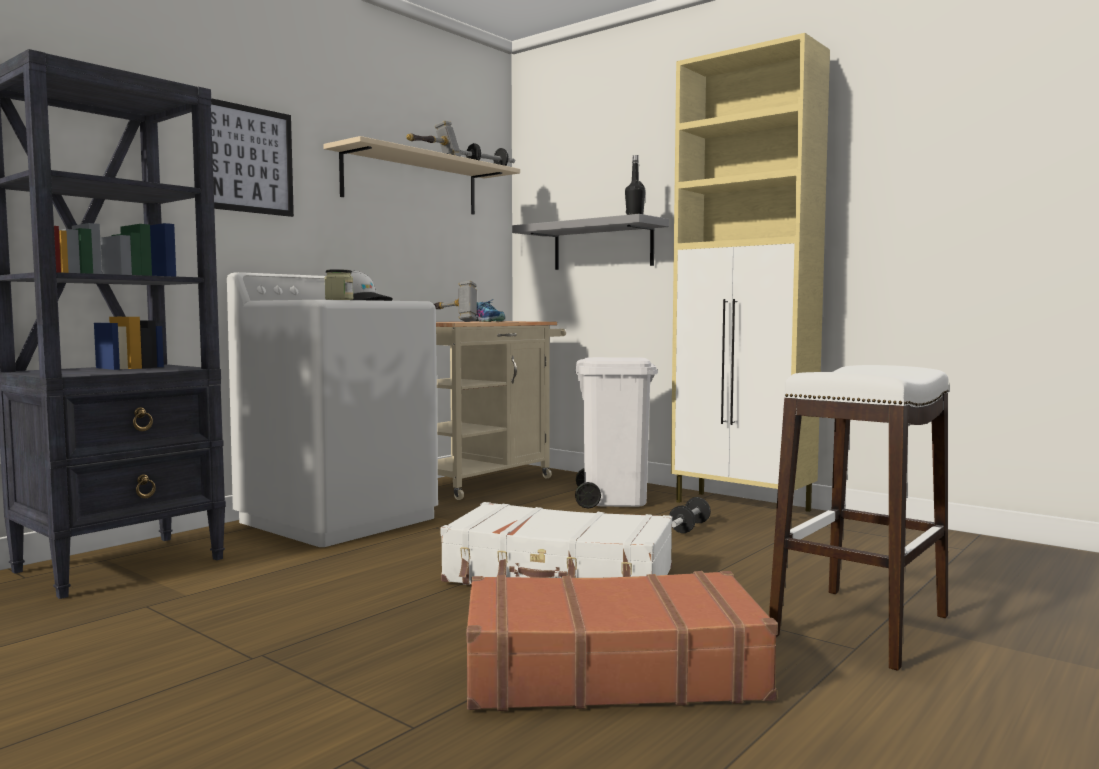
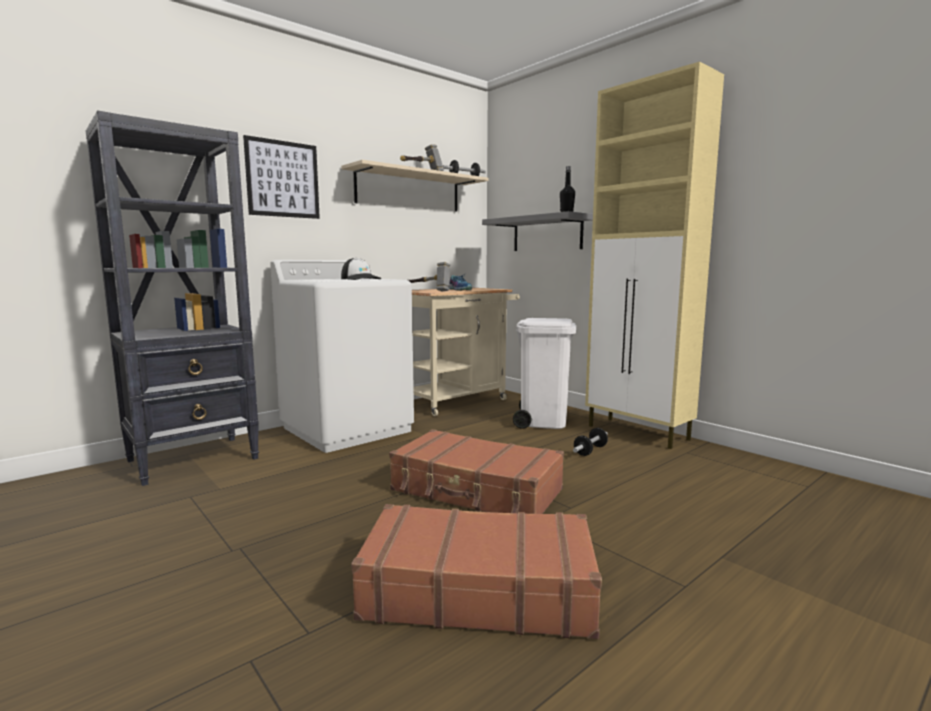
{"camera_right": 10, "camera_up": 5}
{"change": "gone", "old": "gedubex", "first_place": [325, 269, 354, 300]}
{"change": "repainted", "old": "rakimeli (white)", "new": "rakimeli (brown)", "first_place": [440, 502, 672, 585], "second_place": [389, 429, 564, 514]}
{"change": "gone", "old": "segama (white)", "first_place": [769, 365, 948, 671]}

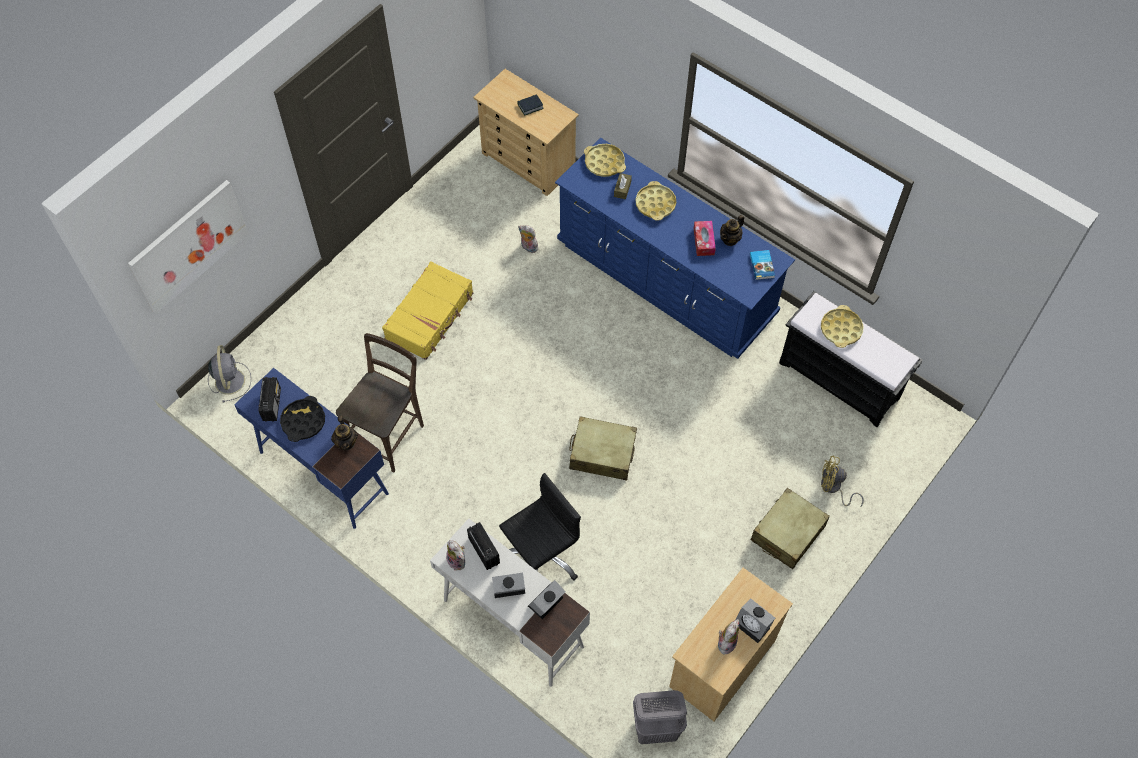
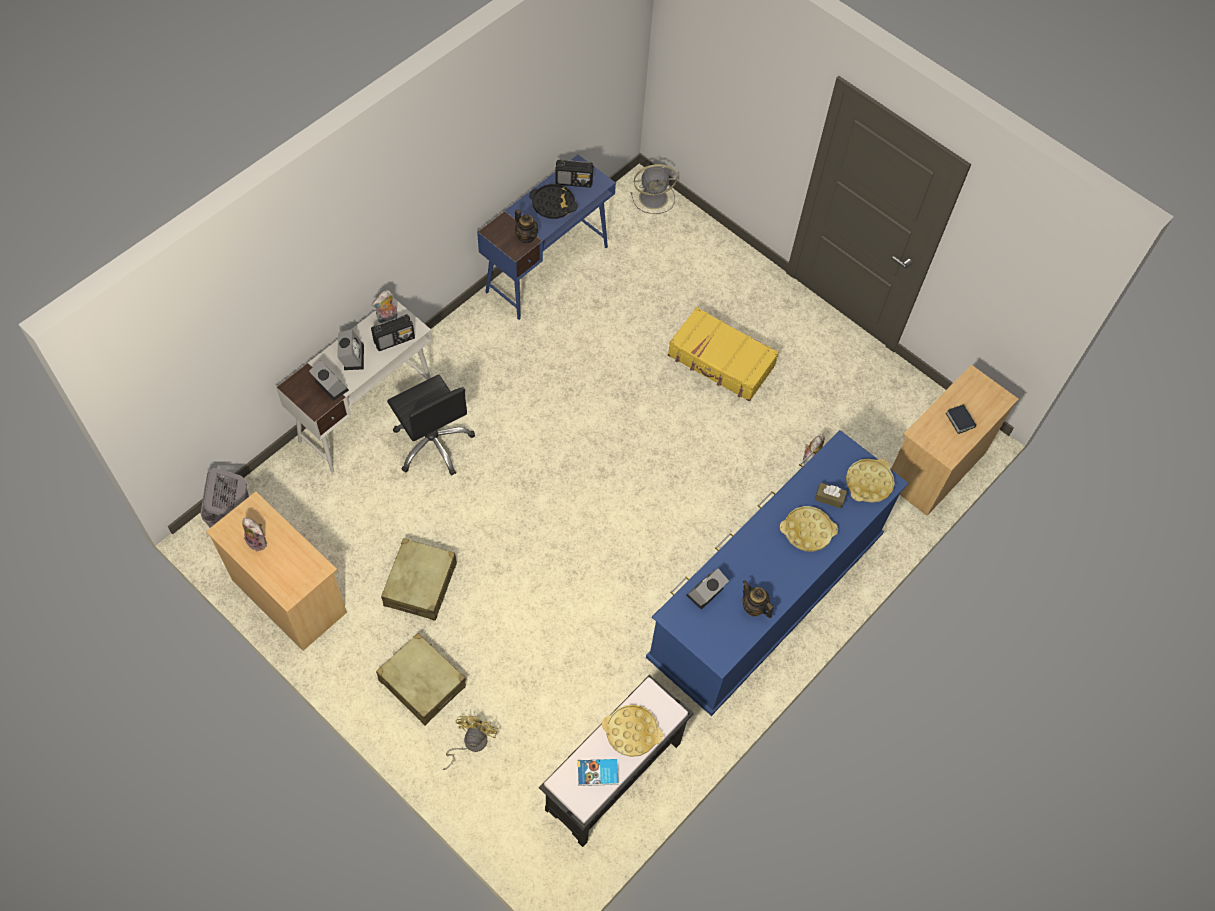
{"camera_right": 90, "camera_up": 0}
{"change": "gone", "old": "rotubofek", "first_place": [128, 180, 248, 314]}
{"change": "rotated", "old": "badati", "first_place": [331, 416, 358, 450], "second_place": [515, 209, 538, 243], "degrees": -120}
{"change": "gone", "old": "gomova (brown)", "first_place": [336, 333, 424, 473]}
{"change": "shifted", "old": "rakimeli (beige)", "first_place": [569, 416, 637, 480], "second_place": [381, 538, 457, 621]}
{"change": "gone", "old": "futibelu", "first_place": [693, 221, 716, 256]}
{"change": "shifted", "old": "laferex", "first_place": [735, 598, 775, 643], "second_place": [686, 569, 729, 610]}
{"change": "shifted", "old": "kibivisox", "first_place": [750, 250, 775, 280], "second_place": [578, 759, 618, 786]}

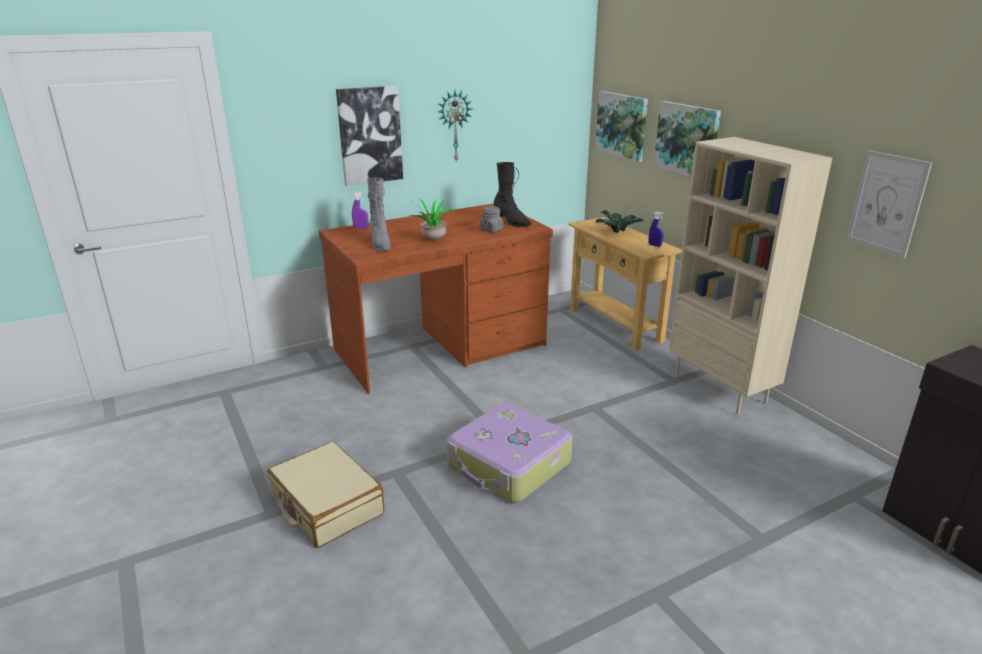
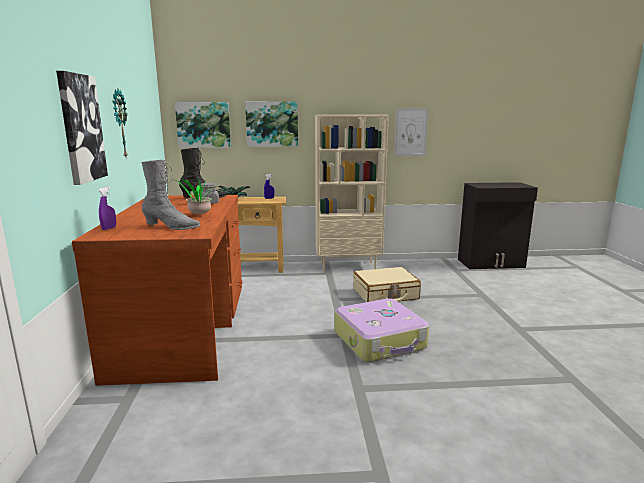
{"camera_right": -65, "camera_up": -10}
{"change": "shifted", "old": "rakimeli (beige)", "first_place": [267, 441, 384, 548], "second_place": [353, 267, 421, 302]}

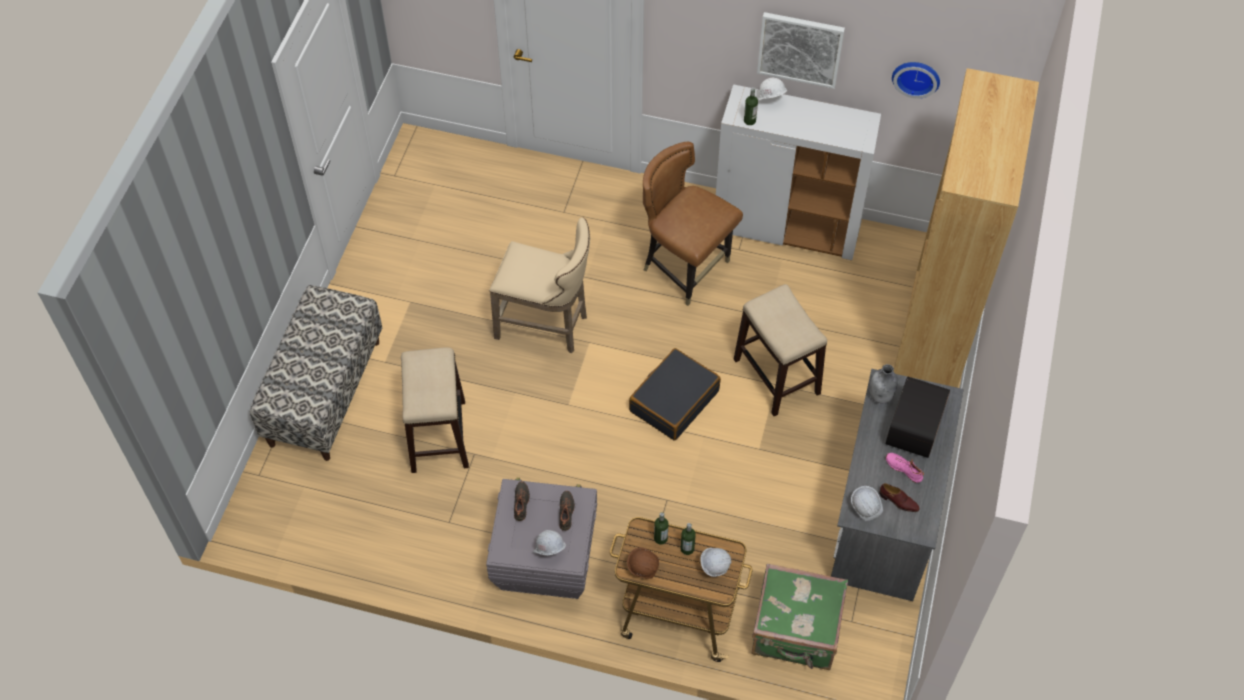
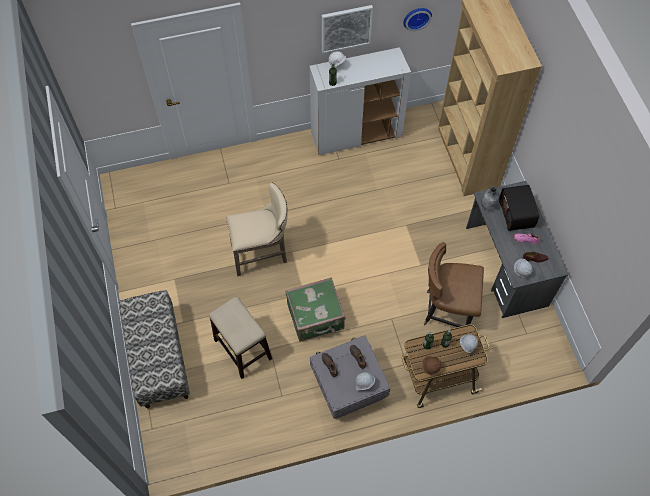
{"camera_right": -30, "camera_up": 5}
{"change": "gone", "old": "rakimeli (black)", "first_place": [629, 348, 721, 441]}
{"change": "shifted", "old": "gomova (brown)", "first_place": [643, 142, 743, 306], "second_place": [424, 242, 484, 327]}
{"change": "gone", "old": "segama", "first_place": [734, 284, 827, 416]}
{"change": "shifted", "old": "rakimeli (green)", "first_place": [751, 564, 848, 670], "second_place": [285, 277, 345, 342]}

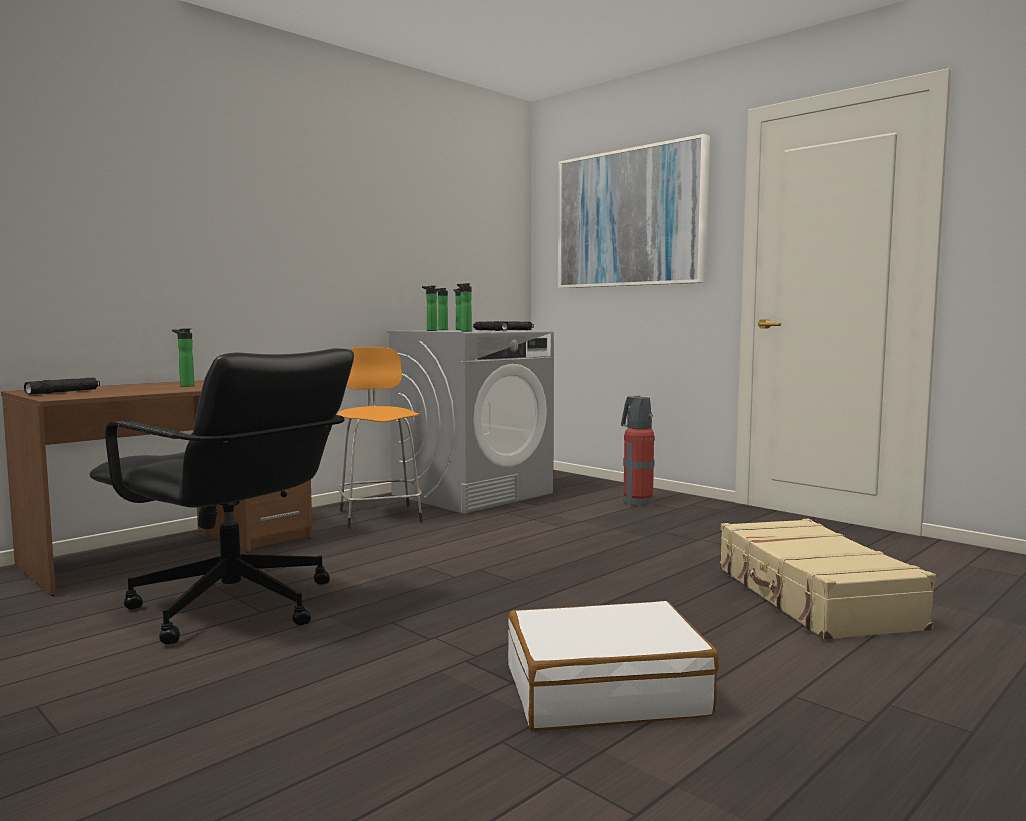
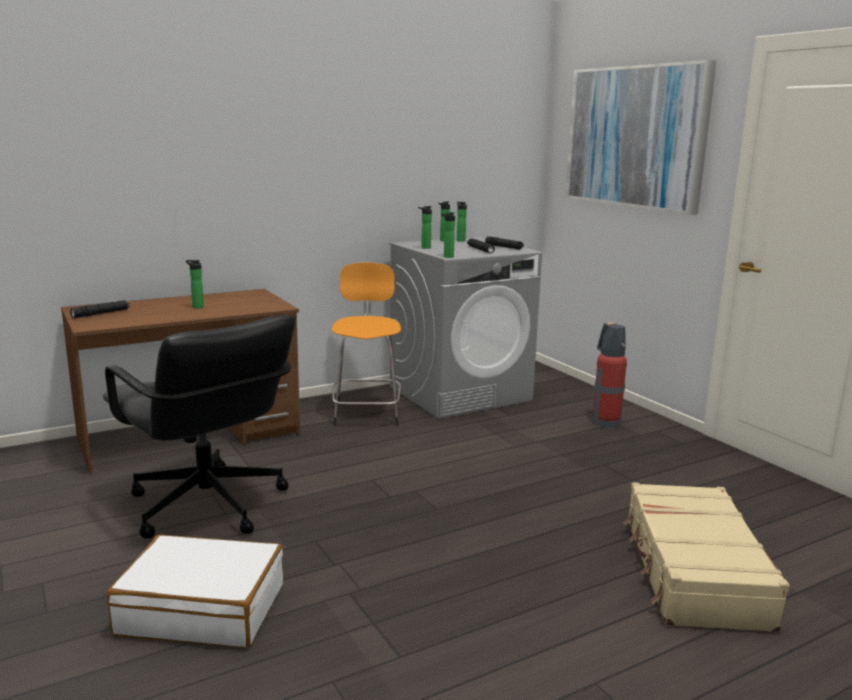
{"camera_right": 15, "camera_up": 10}
{"change": "shifted", "old": "rakimeli (white)", "first_place": [508, 601, 719, 731], "second_place": [107, 535, 283, 648]}

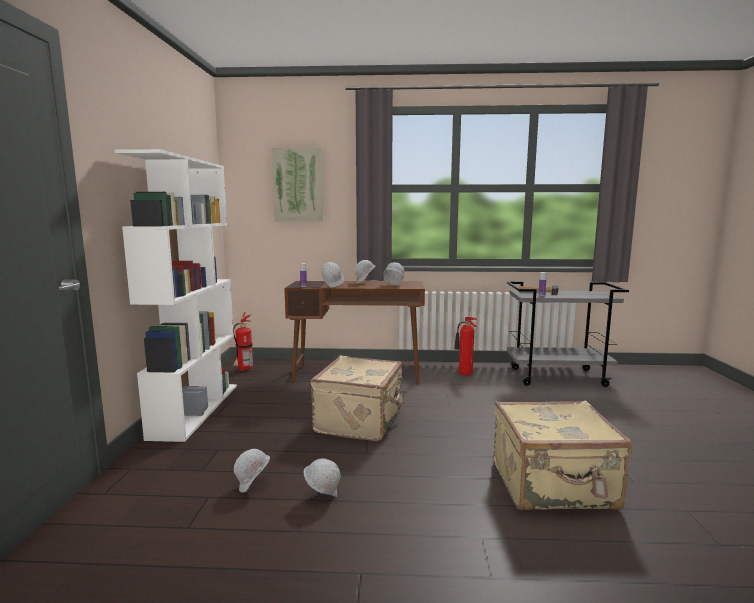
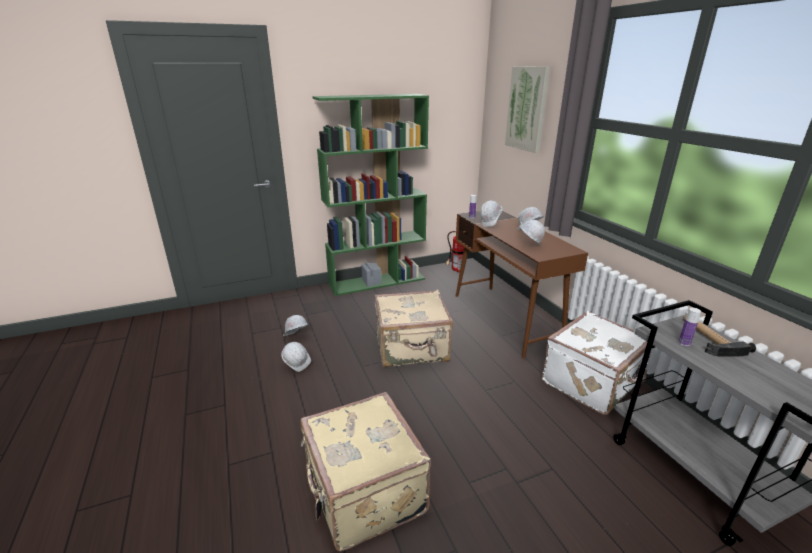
{"camera_right": 65, "camera_up": 15}
{"change": "repainted", "old": "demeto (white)", "new": "demeto (green)", "first_place": [114, 149, 237, 442], "second_place": [312, 94, 429, 296]}
{"change": "swapped", "old": "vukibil", "new": "rakimeli (white)", "first_place": [454, 317, 477, 375], "second_place": [542, 311, 650, 415]}

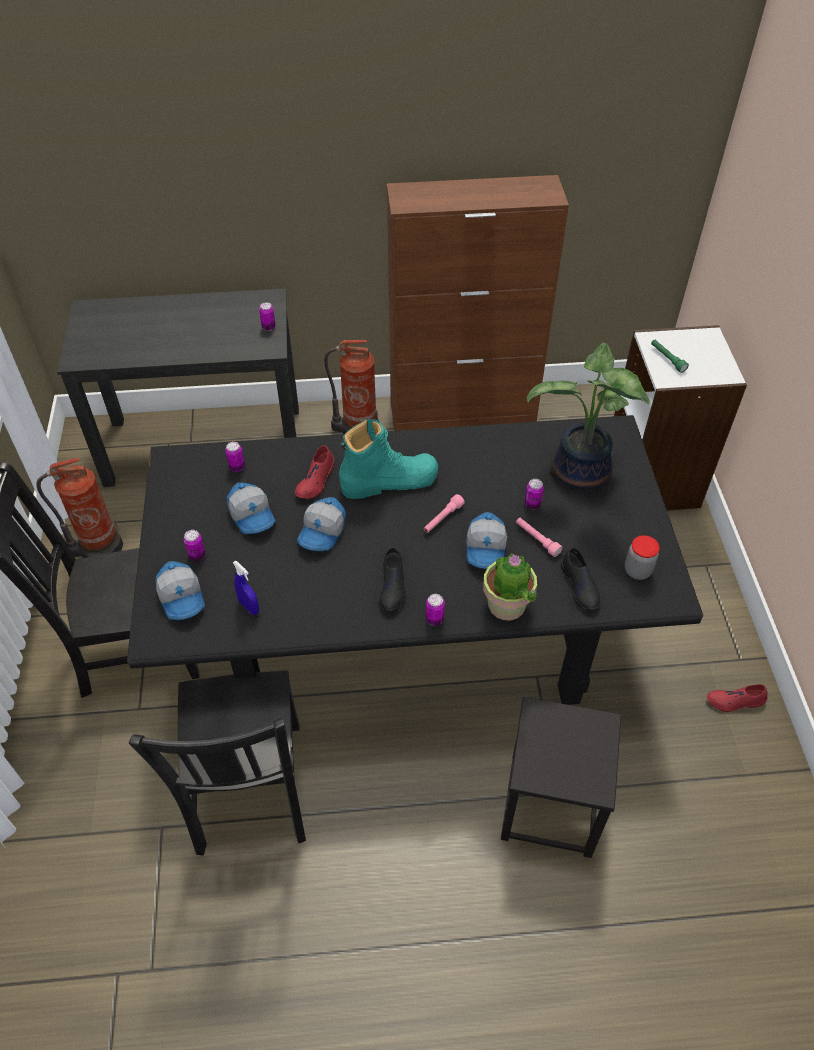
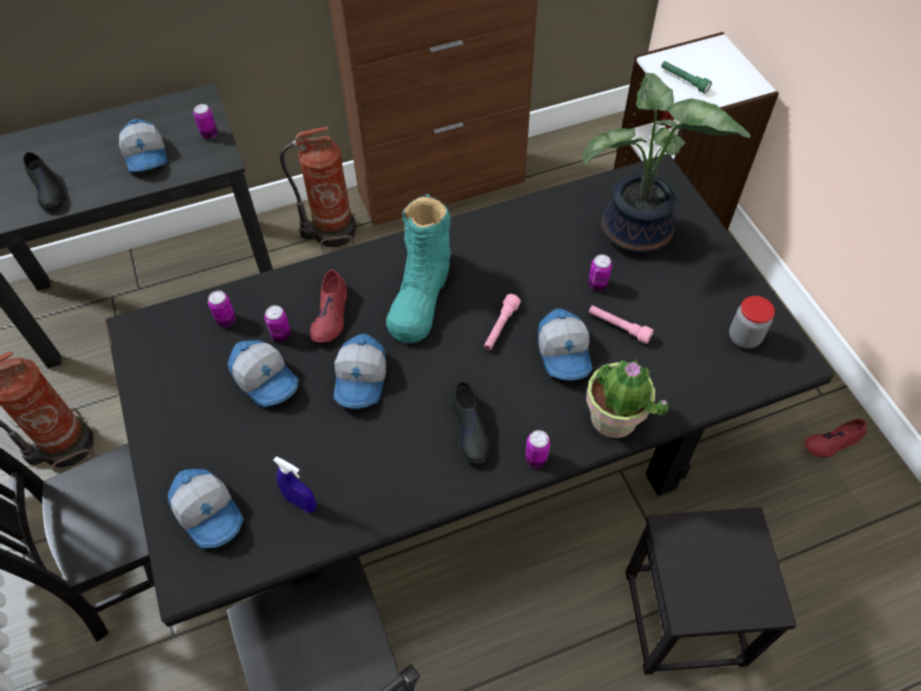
{"camera_right": -15, "camera_up": 5}
{"change": "shifted", "old": "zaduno", "first_place": [184, 530, 206, 561], "second_place": [264, 305, 291, 342]}
{"change": "rotated", "old": "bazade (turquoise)", "first_place": [339, 419, 438, 499], "second_place": [386, 194, 451, 343], "degrees": 135}
{"change": "shifted", "old": "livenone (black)", "first_place": [561, 547, 601, 610], "second_place": [23, 152, 67, 210]}
{"change": "new", "new": "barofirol", "second_place": [119, 119, 167, 173]}

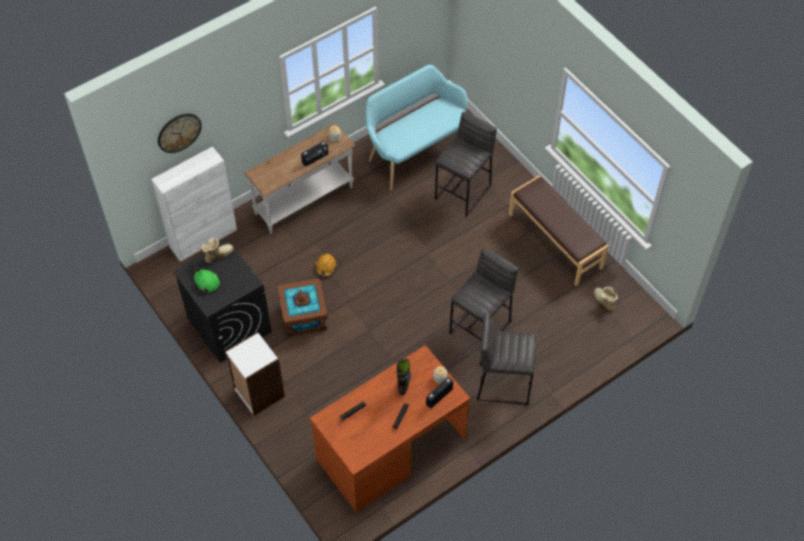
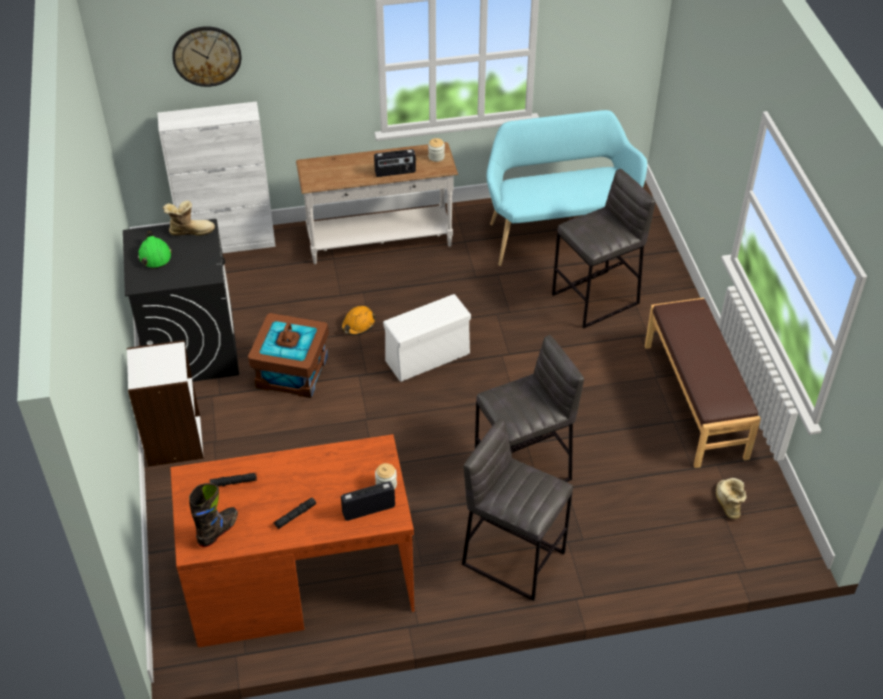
{"camera_right": 25, "camera_up": -10}
{"change": "shifted", "old": "bazade (black)", "first_place": [397, 359, 411, 395], "second_place": [189, 483, 238, 547]}
{"change": "new", "new": "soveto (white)", "second_place": [383, 294, 471, 382]}

